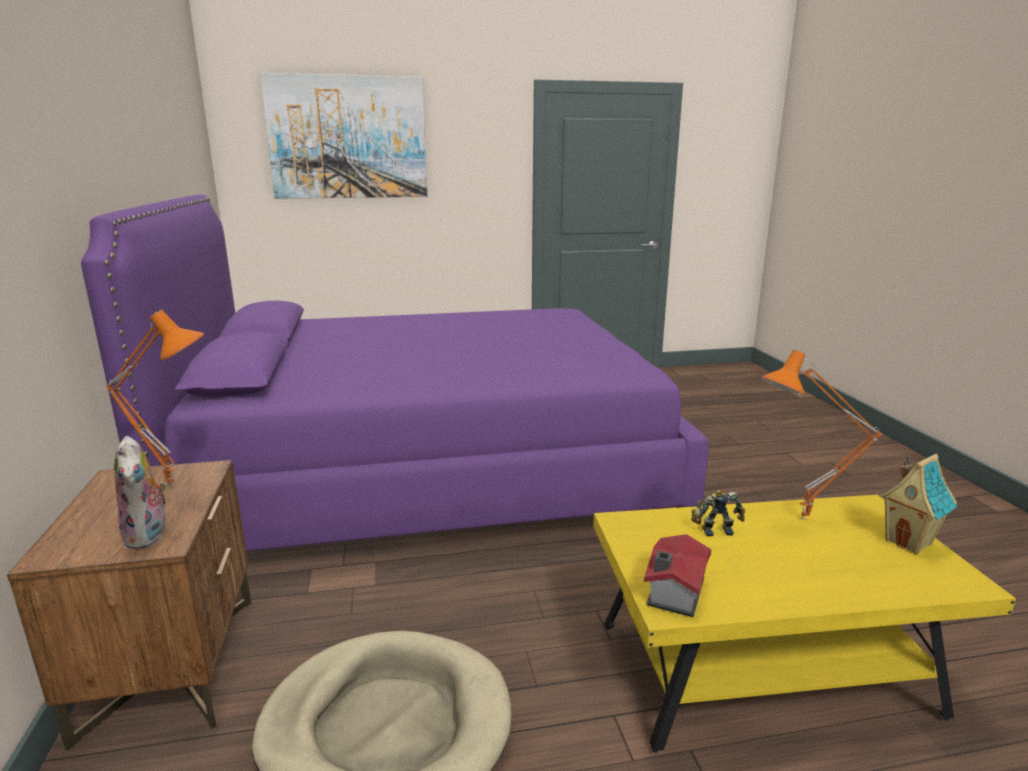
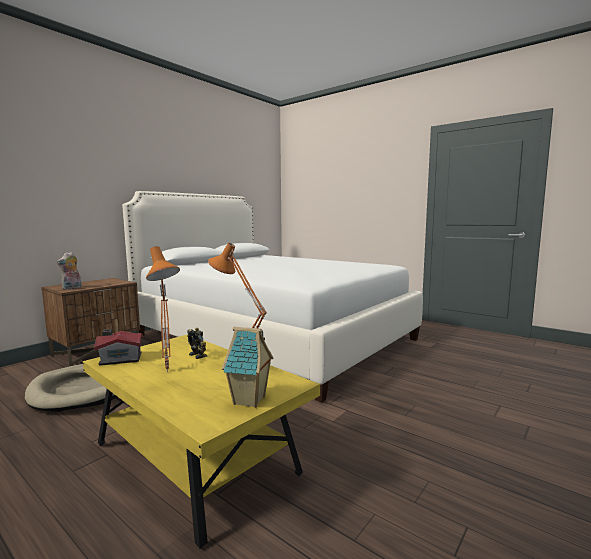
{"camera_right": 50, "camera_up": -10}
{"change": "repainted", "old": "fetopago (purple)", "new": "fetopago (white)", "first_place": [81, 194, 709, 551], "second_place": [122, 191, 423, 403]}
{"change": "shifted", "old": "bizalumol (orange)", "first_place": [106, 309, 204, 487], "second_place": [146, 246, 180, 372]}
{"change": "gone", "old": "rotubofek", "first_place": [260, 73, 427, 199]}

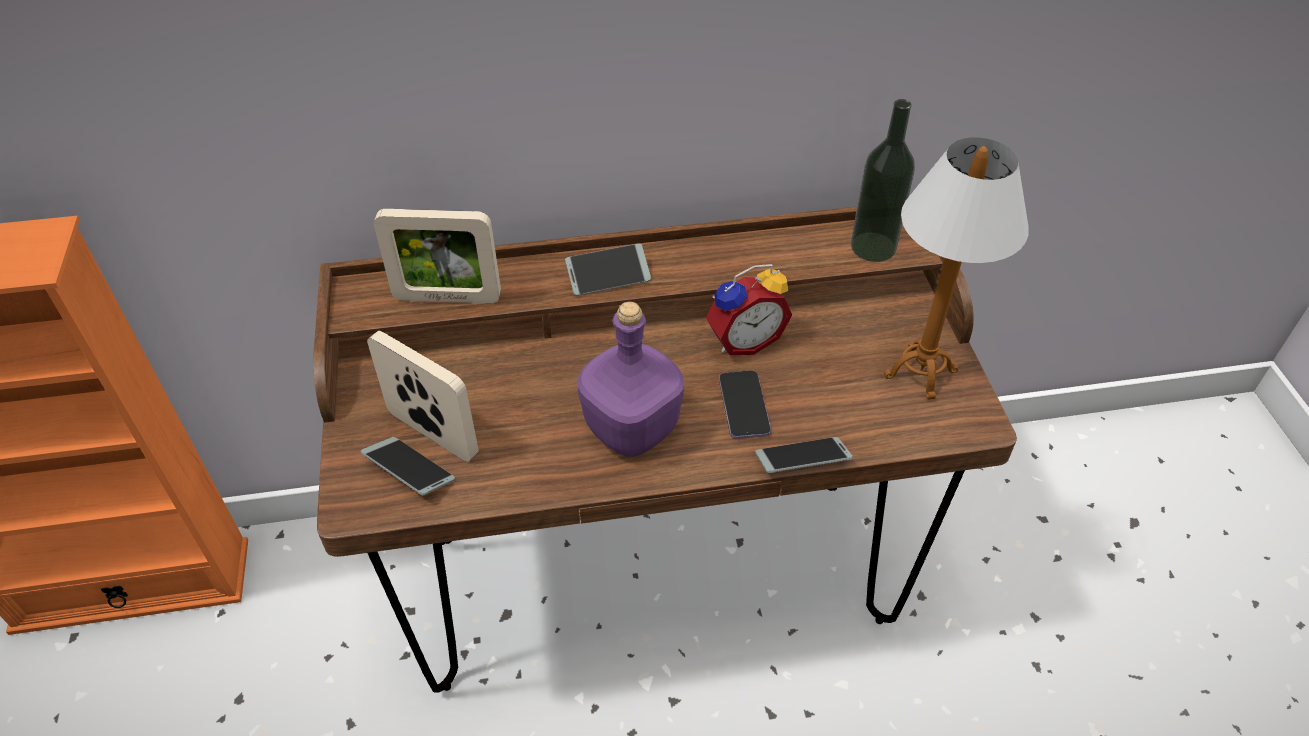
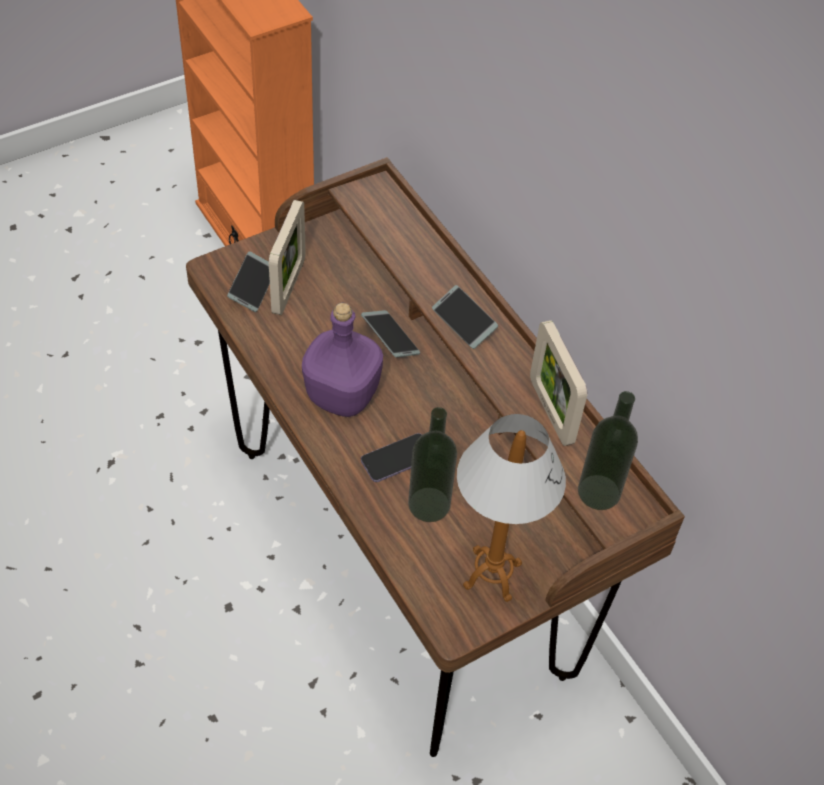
{"camera_right": 65, "camera_up": 5}
{"change": "shifted", "old": "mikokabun", "first_place": [374, 209, 501, 304], "second_place": [530, 320, 587, 446]}
{"change": "gone", "old": "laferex", "first_place": [706, 264, 792, 355]}
{"change": "shifted", "old": "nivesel", "first_place": [755, 437, 853, 473], "second_place": [361, 310, 420, 357]}
{"change": "new", "new": "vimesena", "second_place": [408, 407, 457, 522]}

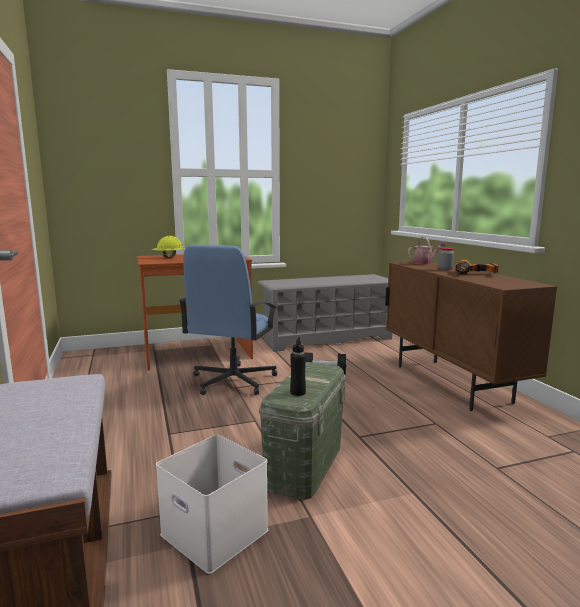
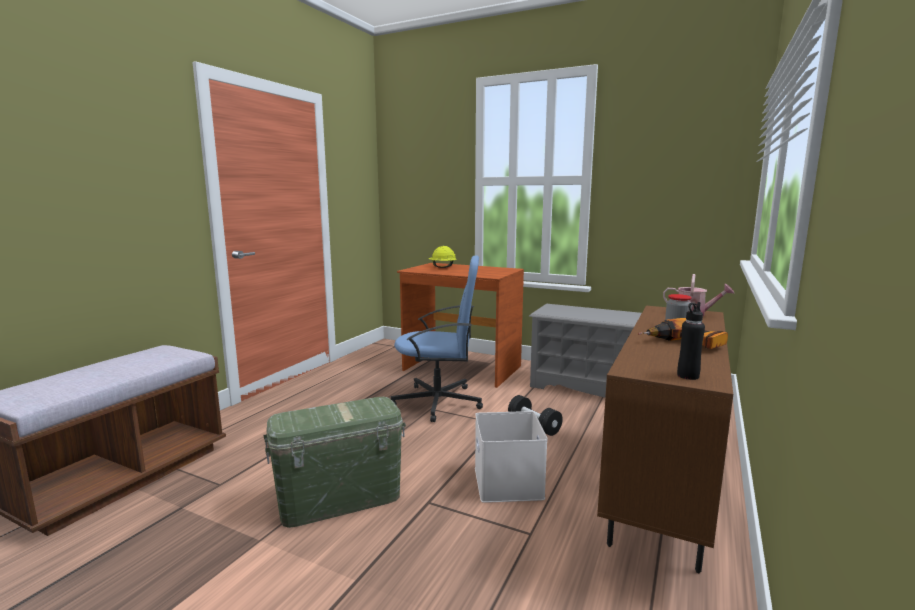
{"camera_right": 45, "camera_up": 0}
{"change": "shifted", "old": "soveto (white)", "first_place": [156, 435, 268, 574], "second_place": [475, 411, 548, 503]}
{"change": "rotated", "old": "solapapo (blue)", "first_place": [179, 244, 277, 395], "second_place": [391, 255, 483, 422], "degrees": -150}
{"change": "shifted", "old": "vimesena (black)", "first_place": [290, 337, 306, 396], "second_place": [677, 302, 705, 380]}

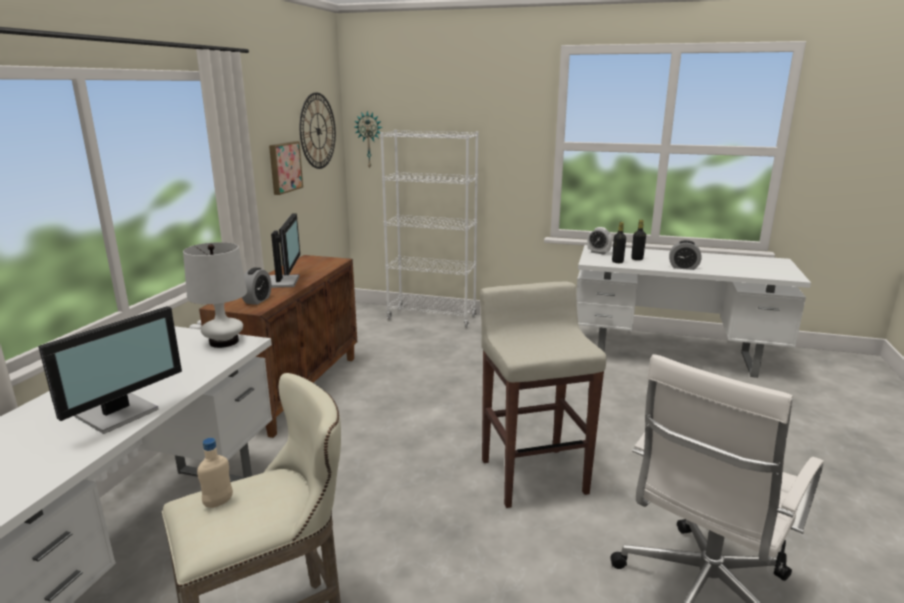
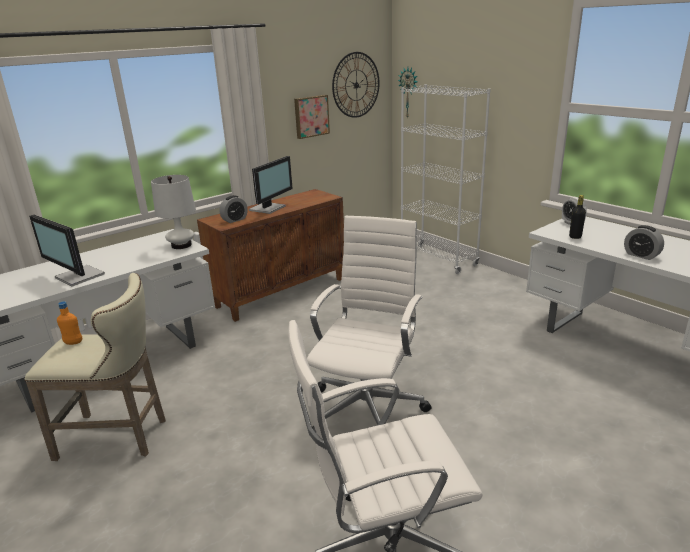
{"camera_right": 35, "camera_up": 5}
{"change": "rotated", "old": "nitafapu", "first_place": [38, 306, 182, 434], "second_place": [29, 215, 105, 287], "degrees": 60}
{"change": "repainted", "old": "vimesena (beige)", "new": "vimesena (orange)", "first_place": [197, 438, 233, 508], "second_place": [57, 301, 82, 345]}
{"change": "swapped", "old": "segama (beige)", "new": "solapapo (white)", "first_place": [480, 281, 606, 508], "second_place": [307, 216, 432, 428]}
{"change": "gone", "old": "vimesena (black)", "first_place": [631, 220, 646, 260]}

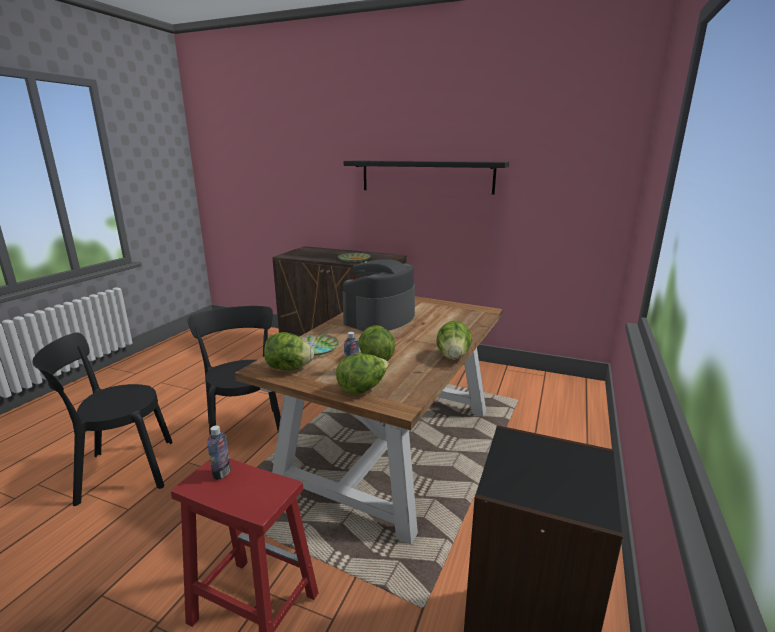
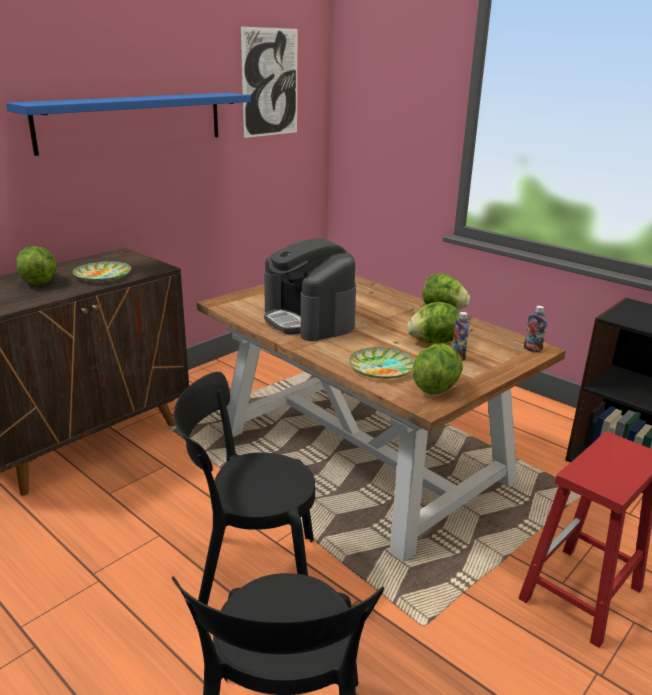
{"camera_right": -70, "camera_up": 5}
{"change": "shifted", "old": "vimesena", "first_place": [207, 425, 231, 480], "second_place": [524, 306, 547, 353]}
{"change": "shifted", "old": "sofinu", "first_place": [336, 353, 389, 395], "second_place": [16, 246, 57, 285]}
{"change": "repainted", "old": "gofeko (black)", "new": "gofeko (blue)", "first_place": [344, 160, 509, 195], "second_place": [6, 93, 251, 156]}
{"change": "new", "new": "rotubofek", "second_place": [241, 27, 297, 138]}

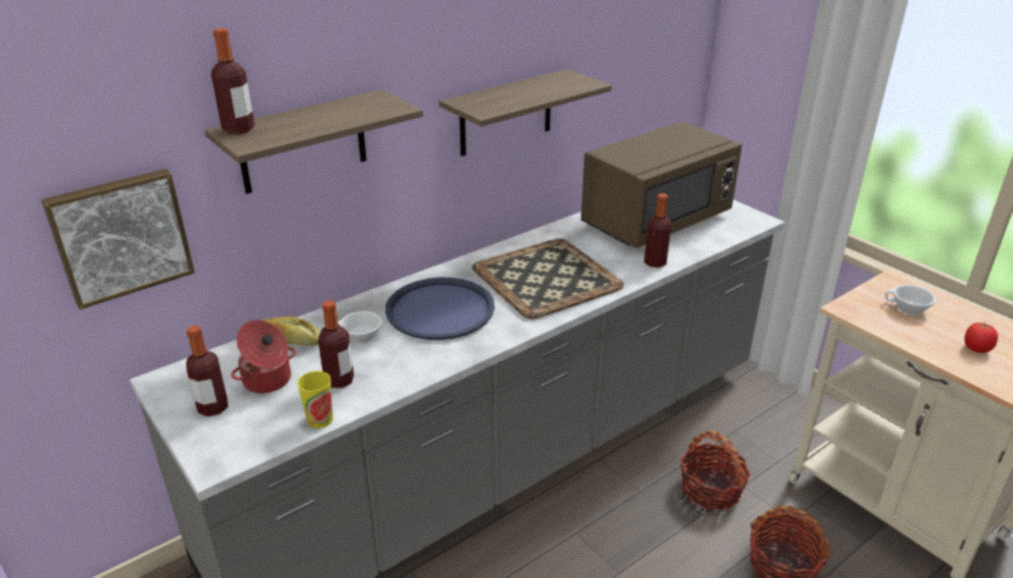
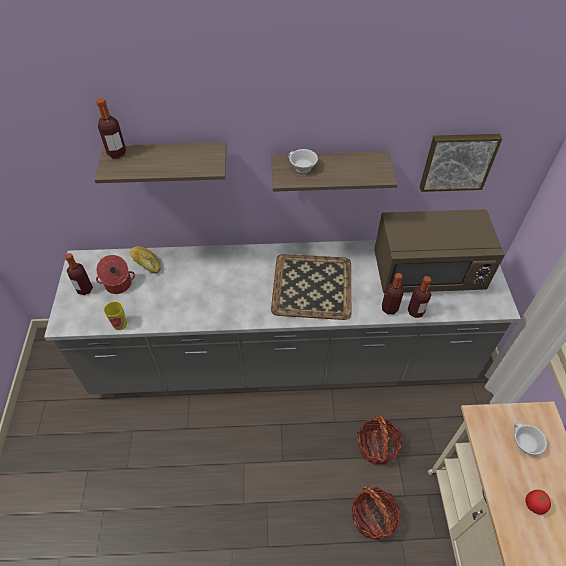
{"camera_right": 35, "camera_up": 20}
{"change": "shifted", "old": "rotubofek", "first_place": [41, 169, 195, 310], "second_place": [420, 134, 502, 192]}
{"change": "shifted", "old": "vimesena", "first_place": [318, 300, 354, 388], "second_place": [408, 276, 431, 318]}
{"change": "shifted", "old": "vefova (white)", "first_place": [338, 311, 382, 344], "second_place": [288, 149, 318, 173]}
{"change": "gone", "old": "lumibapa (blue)", "first_place": [385, 277, 495, 340]}

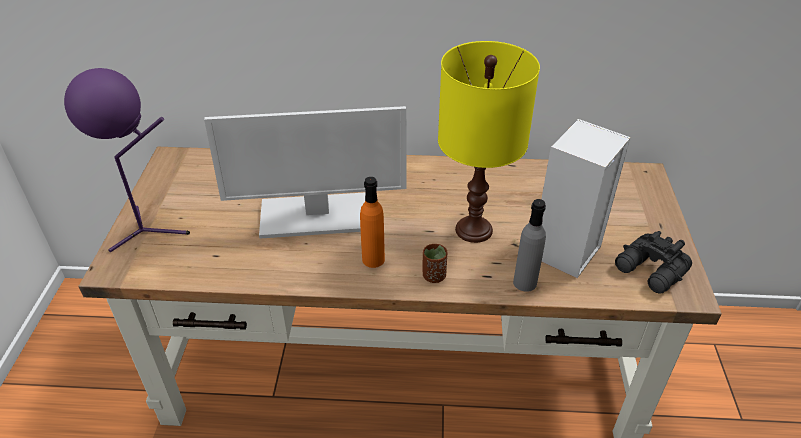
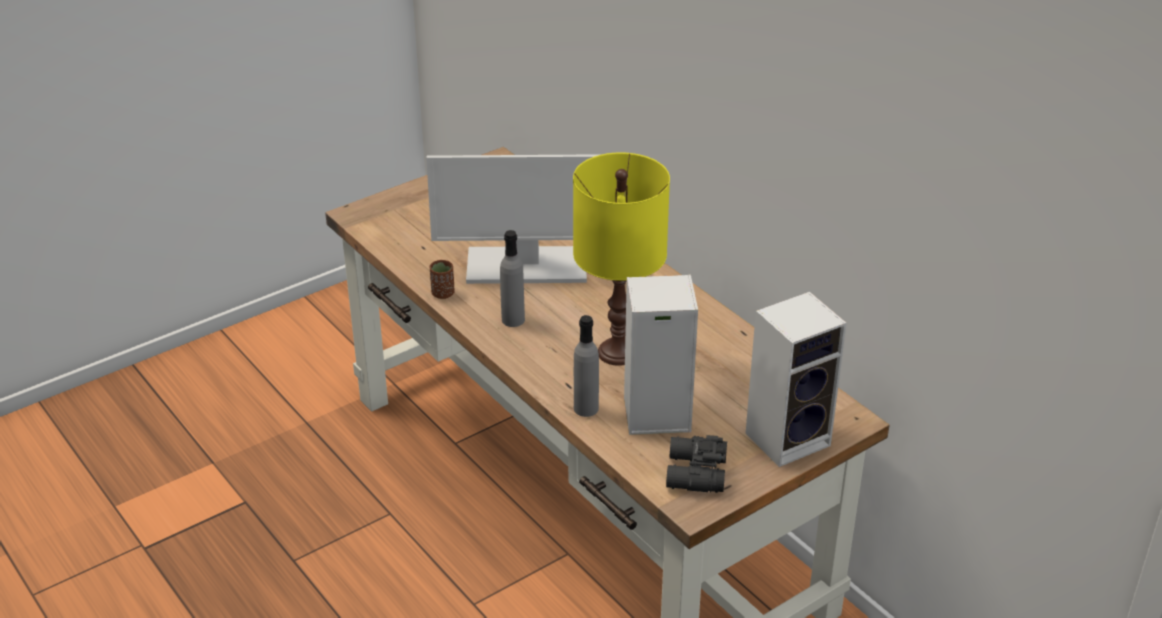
{"camera_right": 50, "camera_up": -5}
{"change": "gone", "old": "bizalumol (purple)", "first_place": [64, 68, 190, 252]}
{"change": "rotated", "old": "nitafapu", "first_place": [204, 106, 407, 239], "second_place": [426, 154, 602, 284], "degrees": -45}
{"change": "repainted", "old": "vimesena (orange)", "new": "vimesena (grey)", "first_place": [360, 177, 385, 268], "second_place": [500, 230, 525, 327]}
{"change": "shifted", "old": "vefova (brown)", "first_place": [423, 244, 448, 283], "second_place": [430, 260, 455, 299]}
{"change": "new", "new": "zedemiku", "second_place": [745, 292, 846, 467]}

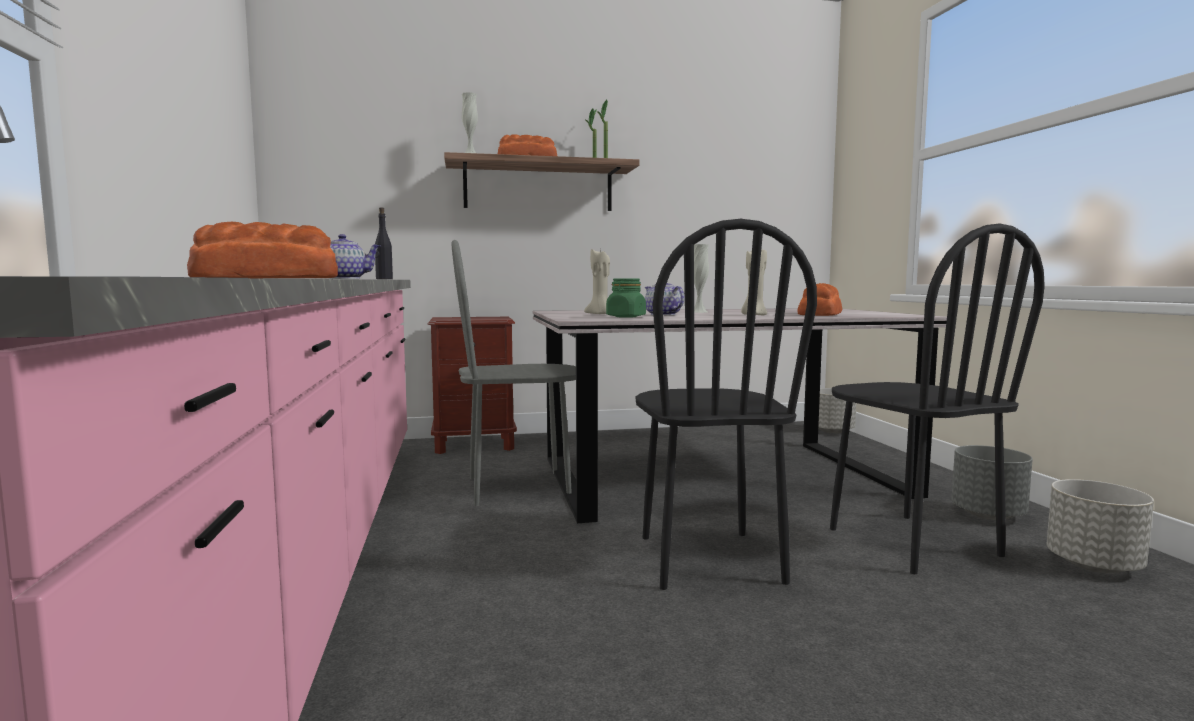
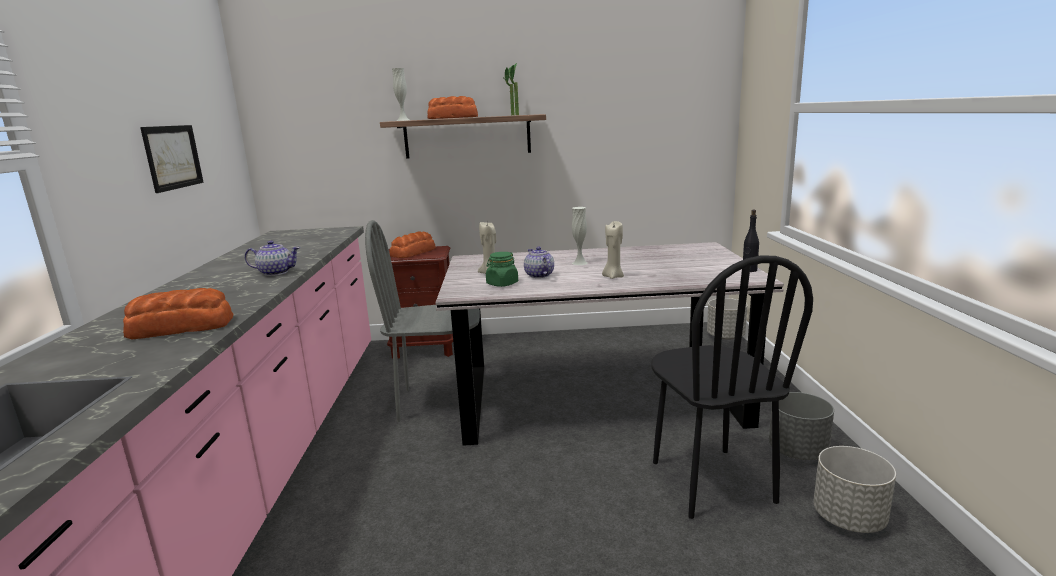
{"camera_right": 10, "camera_up": 10}
{"change": "shifted", "old": "vimesena (black)", "first_place": [375, 207, 393, 279], "second_place": [743, 210, 759, 272]}
{"change": "gone", "old": "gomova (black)", "first_place": [635, 219, 817, 590]}
{"change": "shifted", "old": "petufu", "first_place": [797, 283, 842, 316], "second_place": [390, 231, 436, 258]}
{"change": "new", "new": "rotubofek", "second_place": [140, 125, 204, 193]}

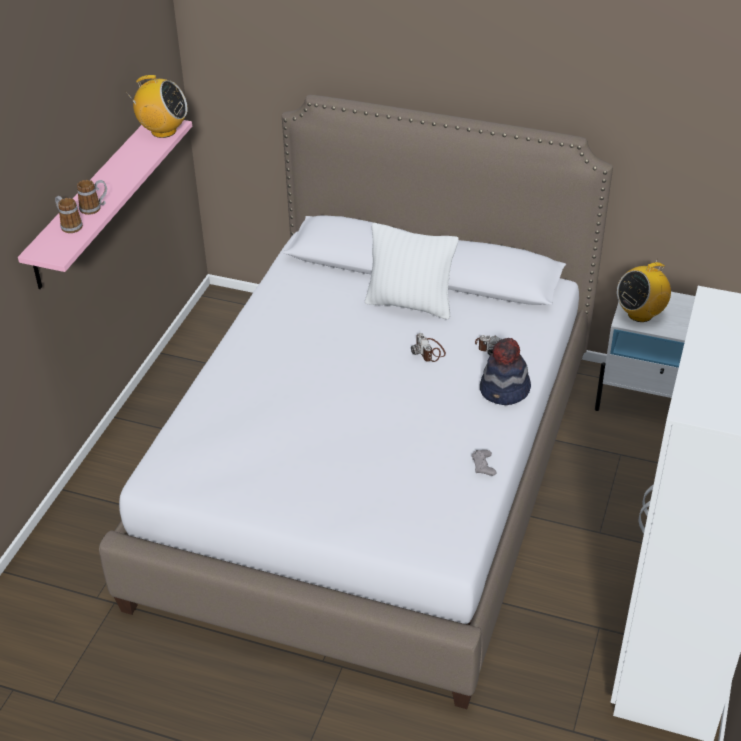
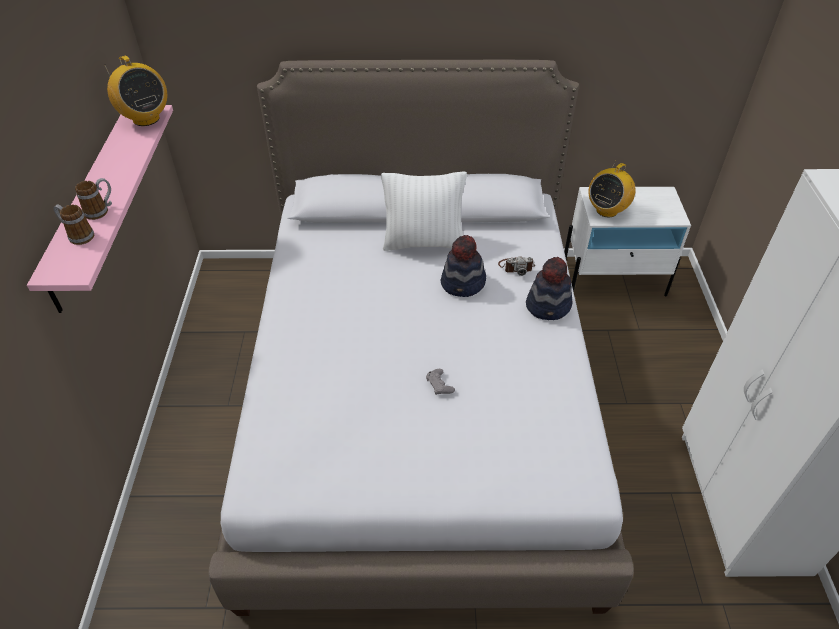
{"camera_right": -20, "camera_up": 5}
{"change": "rotated", "old": "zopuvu", "first_place": [127, 75, 188, 138], "second_place": [105, 56, 167, 126], "degrees": 60}
{"change": "swapped", "old": "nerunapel", "new": "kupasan", "first_place": [411, 333, 446, 362], "second_place": [441, 235, 486, 297]}
{"change": "shifted", "old": "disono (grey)", "first_place": [472, 450, 497, 476], "second_place": [426, 369, 455, 395]}

